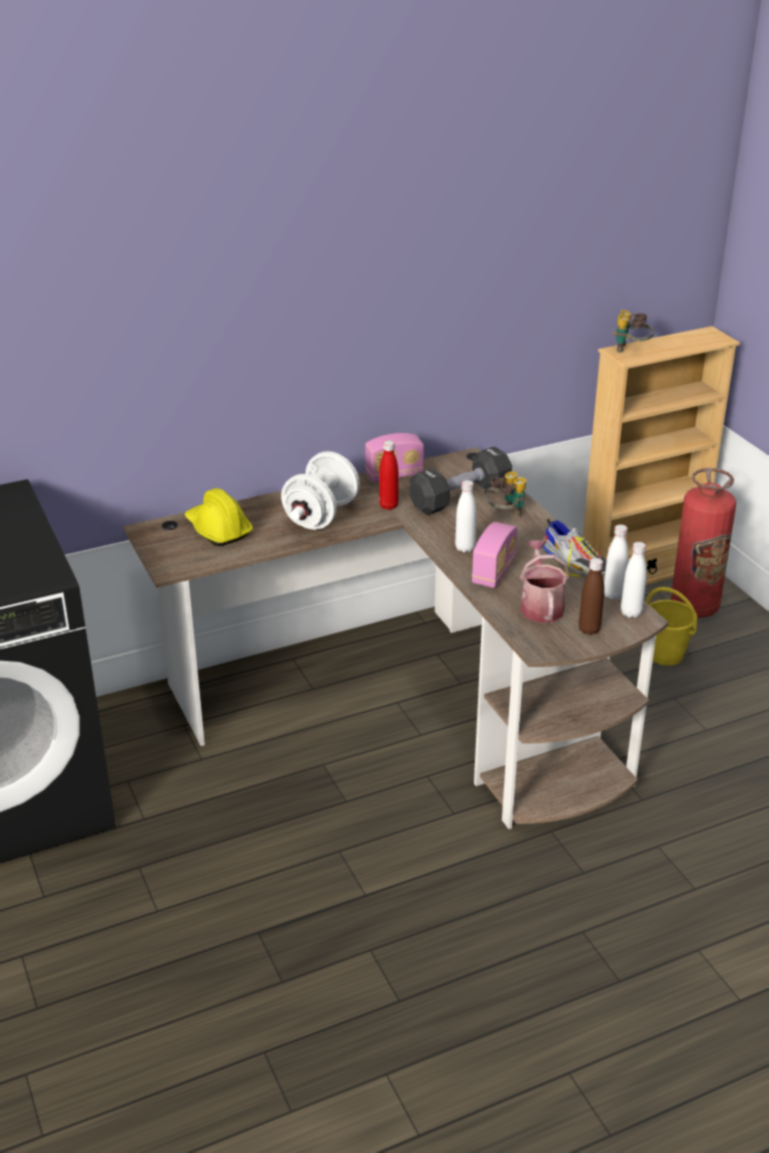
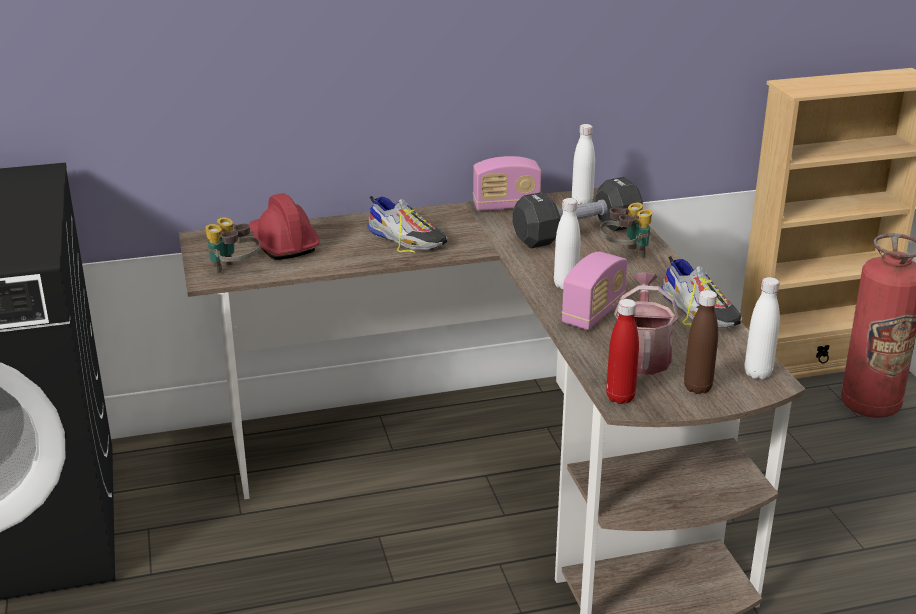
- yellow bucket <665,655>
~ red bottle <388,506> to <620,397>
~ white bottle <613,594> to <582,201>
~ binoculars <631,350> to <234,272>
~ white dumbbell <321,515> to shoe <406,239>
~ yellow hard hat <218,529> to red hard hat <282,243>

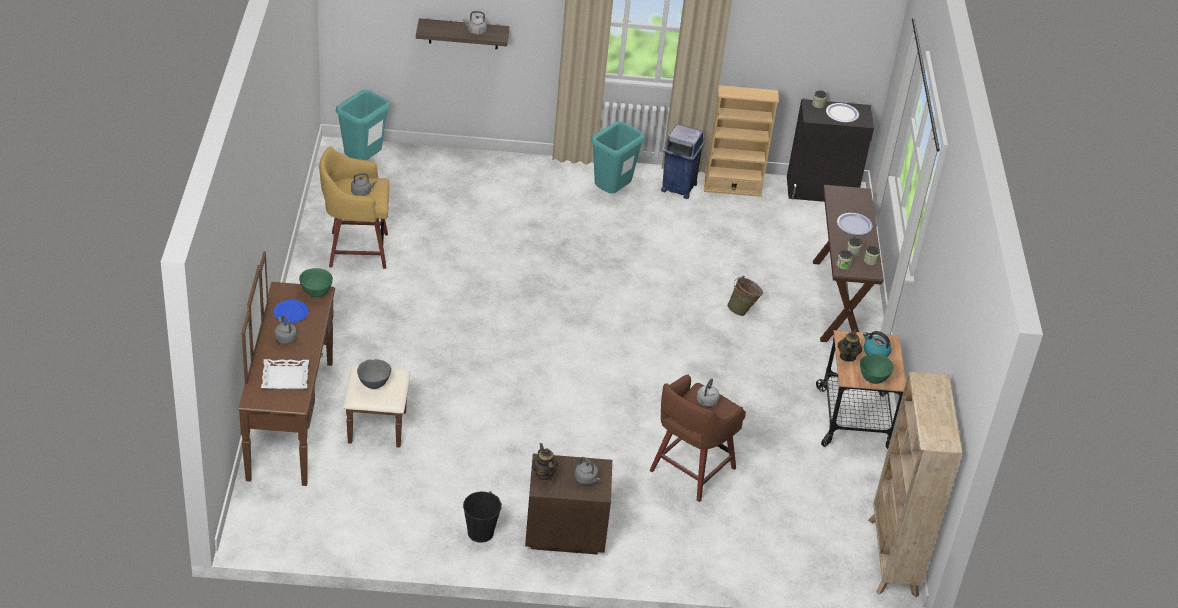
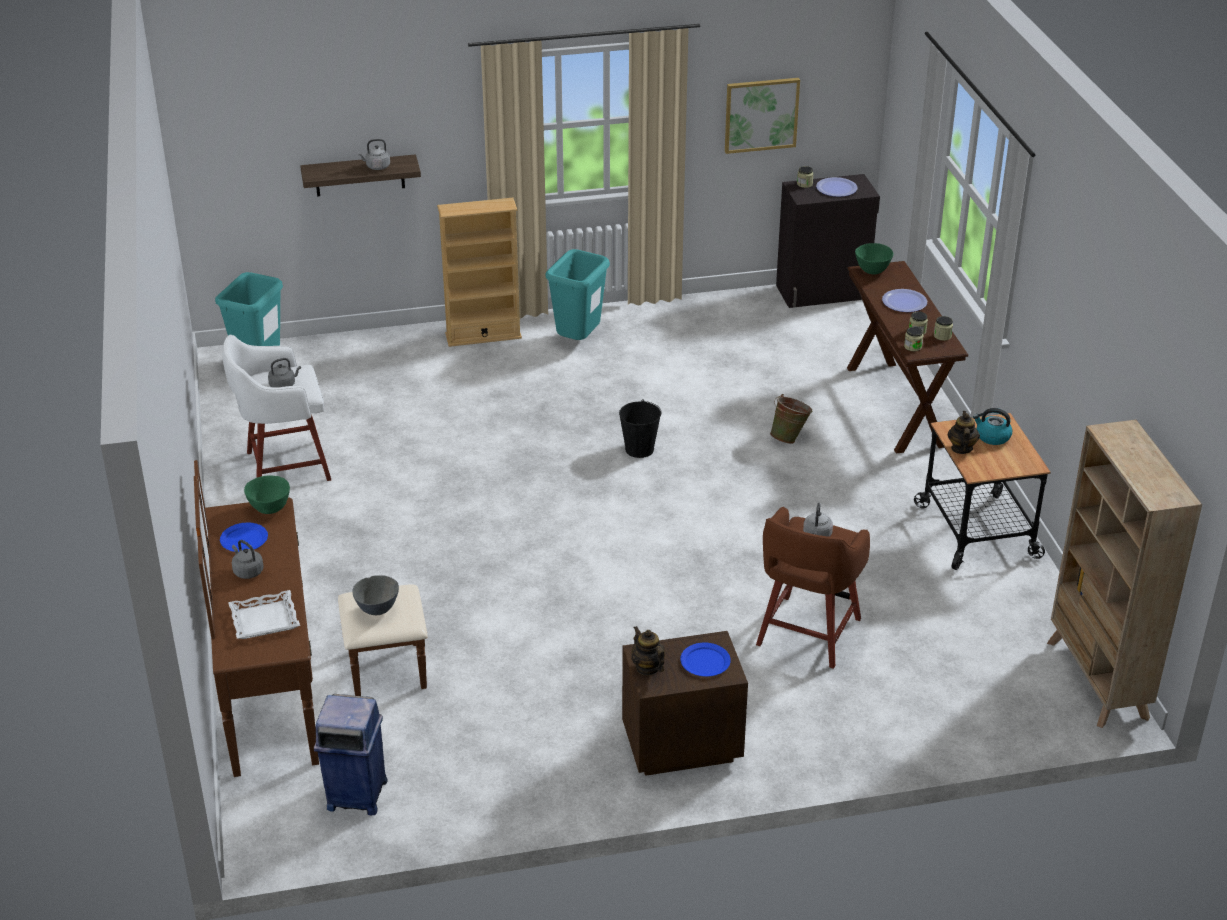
+ picture <761,114>
~ black bucket <480,532> to <639,449>
~ blue trash can <678,187> to <356,794>
~ beige bookcase <732,188> to <483,336>
~ green bowl <873,379> to <872,271>
~ grey kettle <587,479> to blue plate <705,662>
~ yellow stool <356,249> to white stool <284,466>

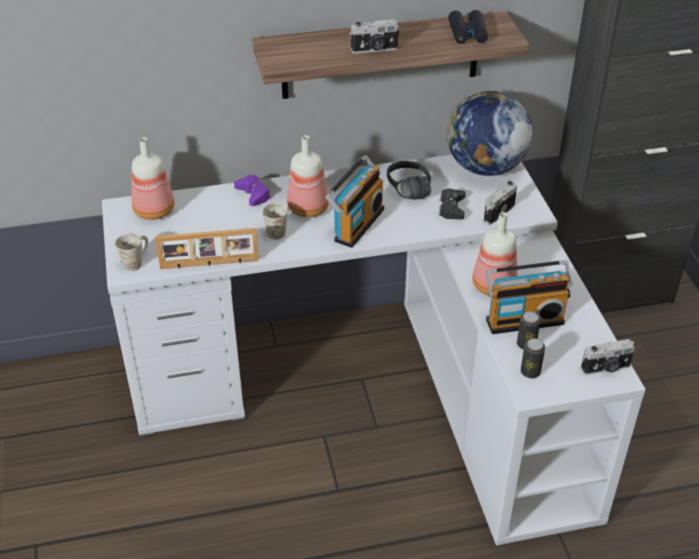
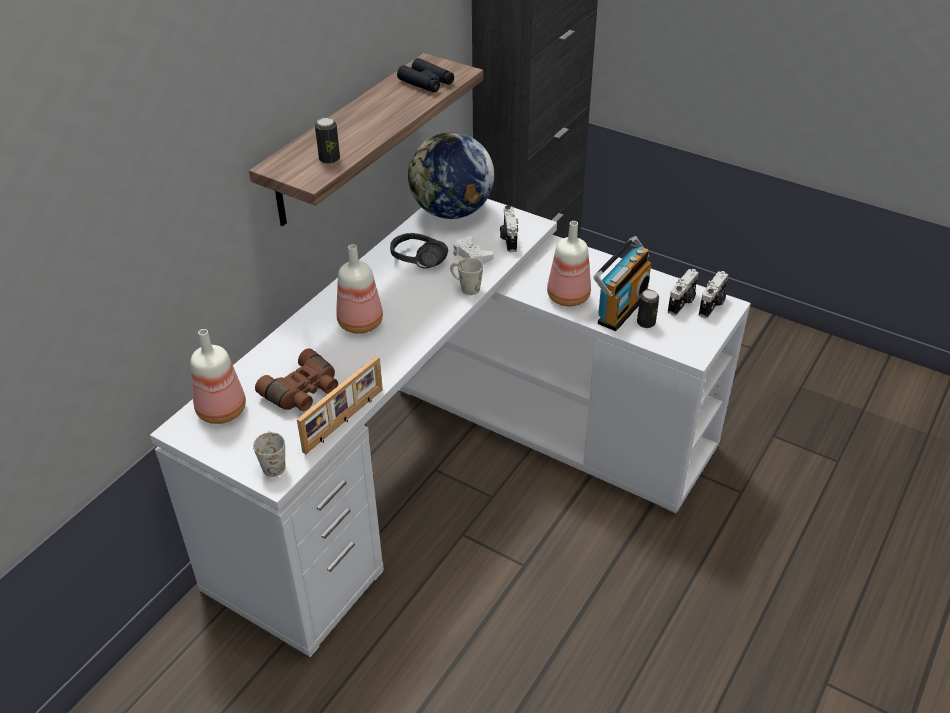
- purple game controller <253,194>
- radio <356,224>
+ brown binoculars <303,392>
~ white mug <275,230> to <465,287>
~ photo camera <374,50> to <682,303>
~ can <530,372> to <329,159>
~ black game controller <451,208> to white game controller <472,255>

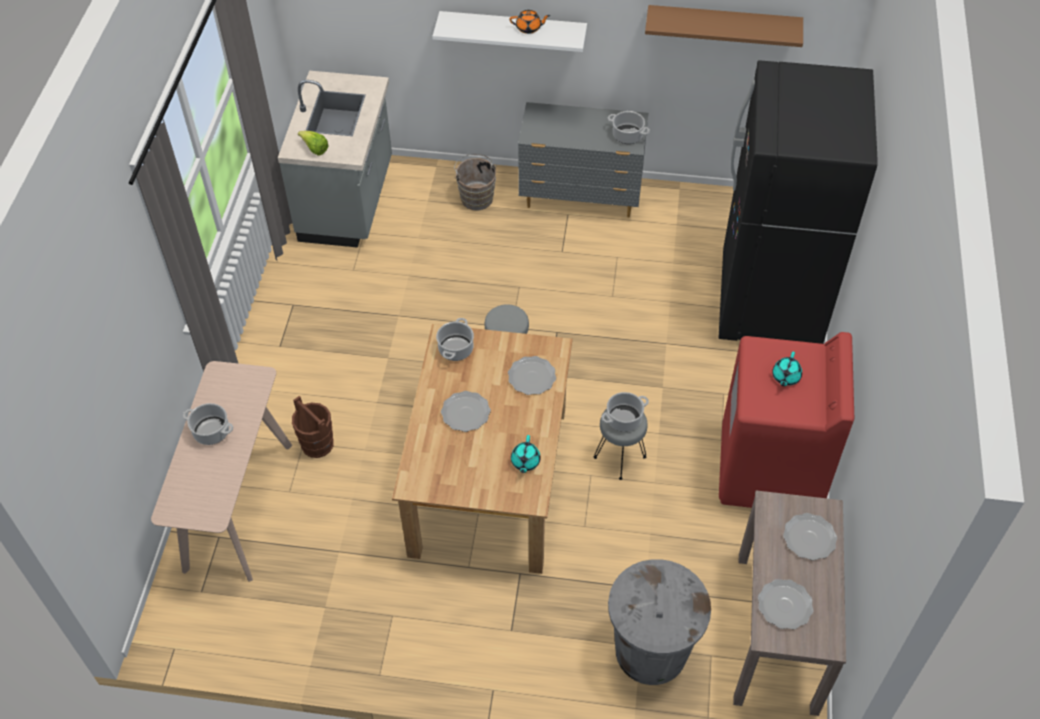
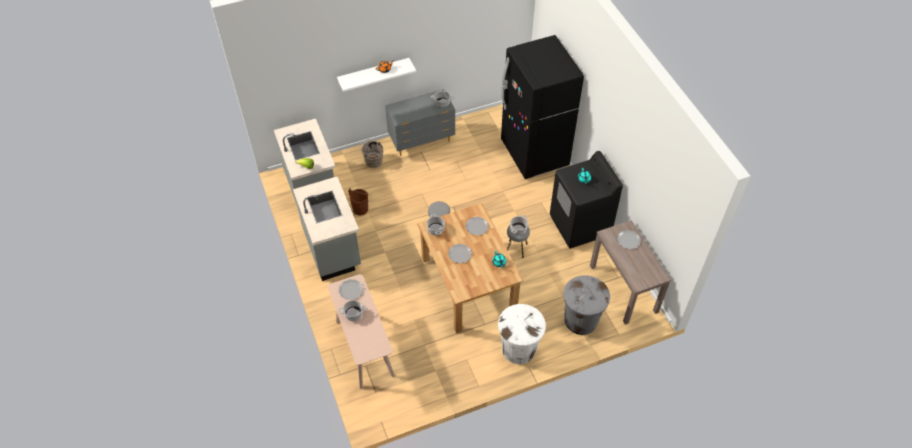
- brown shelf <723,25>
+ grey counter <333,248>
+ white trash can <518,348>
~ brown bucket <317,444> to <360,209>
~ plate <784,605> to <351,290>
~ red washing machine <770,470> to black washing machine <580,225>

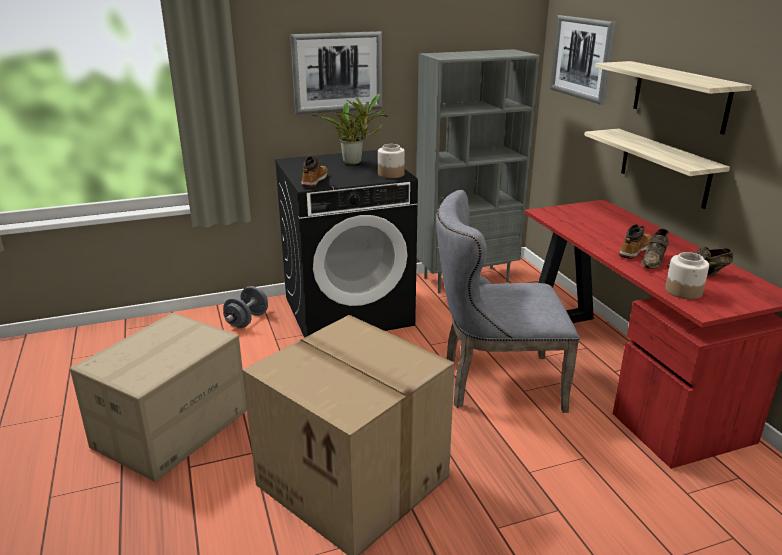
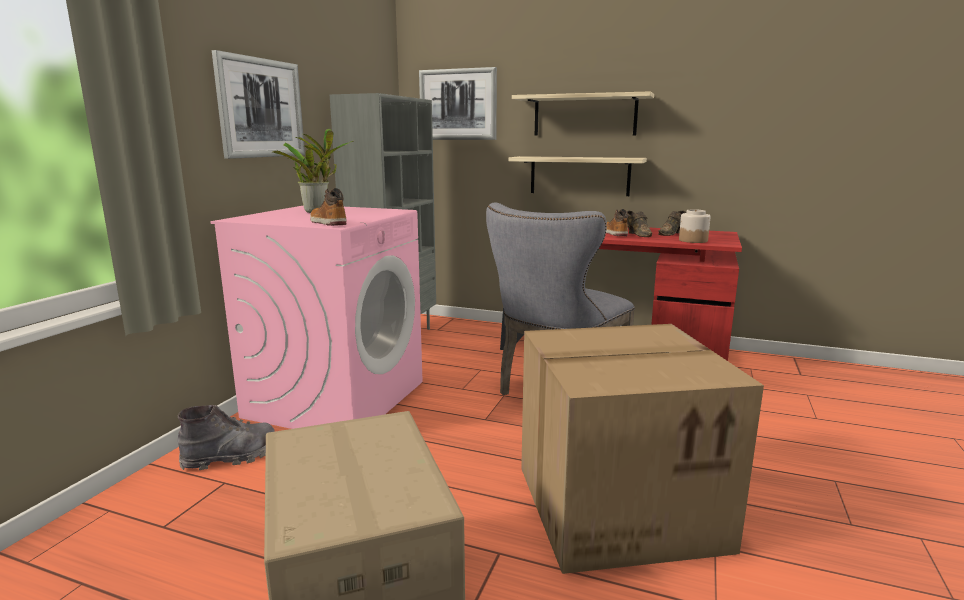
- jar <391,174>
~ grey dumbbell <247,320> to grey boot <231,457>
~ black washing machine <348,310> to pink washing machine <336,398>

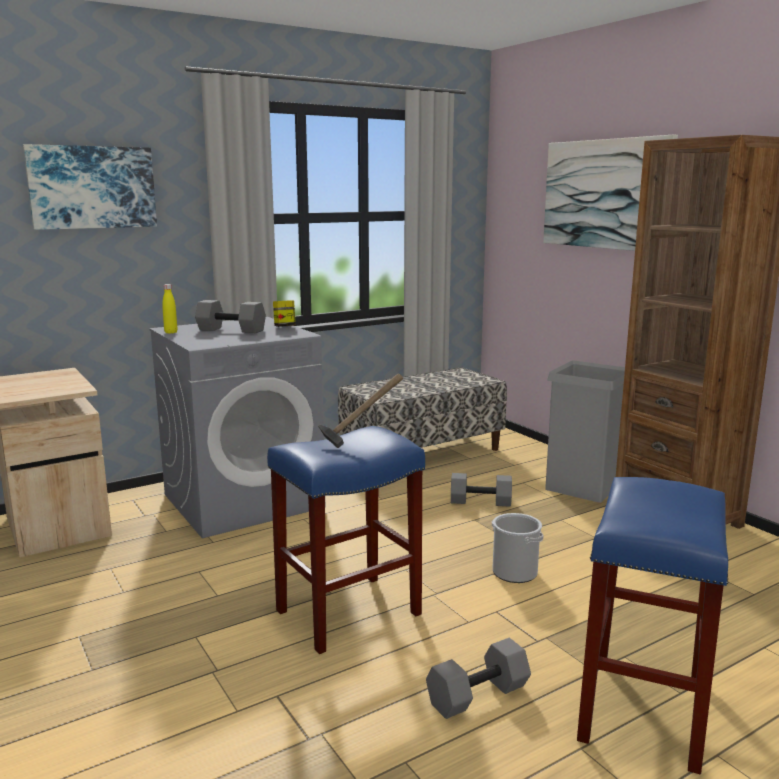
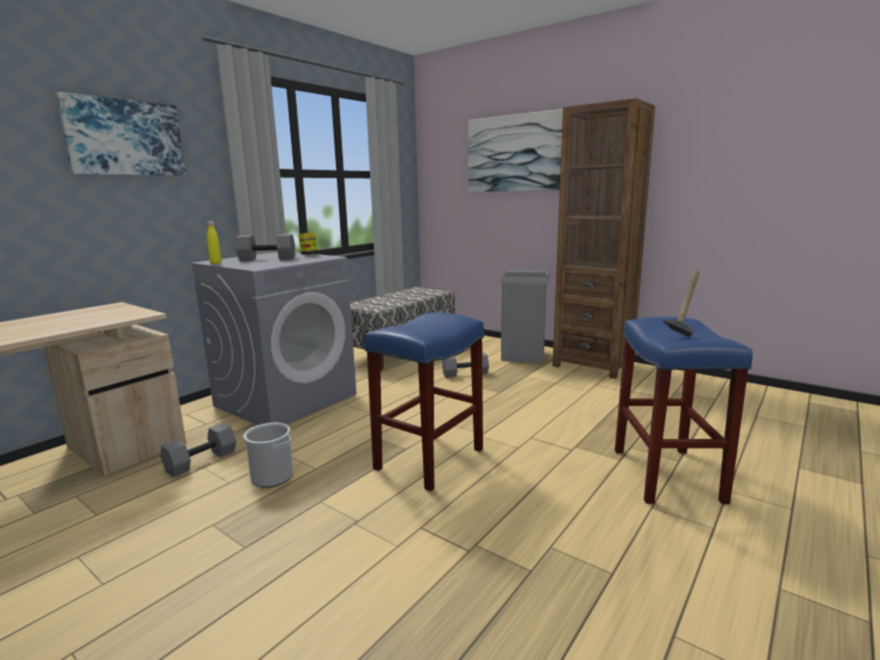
~ hammer <360,438> to <682,328>
~ grey dumbbell <477,694> to <201,460>
~ bucket <515,572> to <272,477>

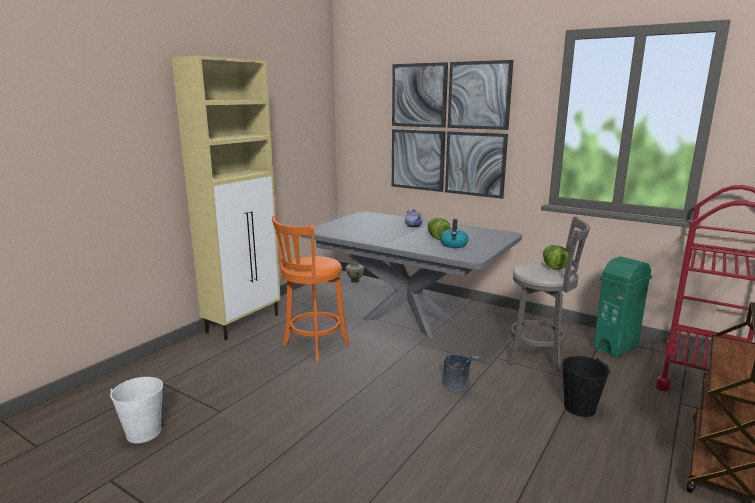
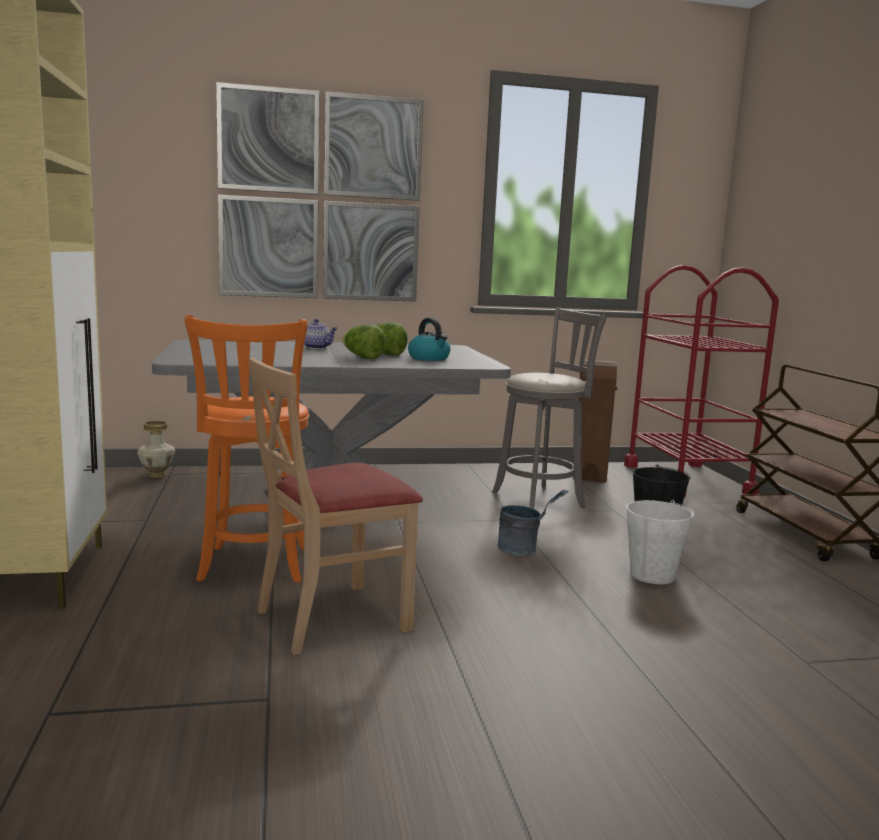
+ beige chair <332,618>
~ white bucket <143,432> to <652,575>
~ lettuce <553,266> to <362,357>
~ green trash can <616,347> to brown trash can <589,474>

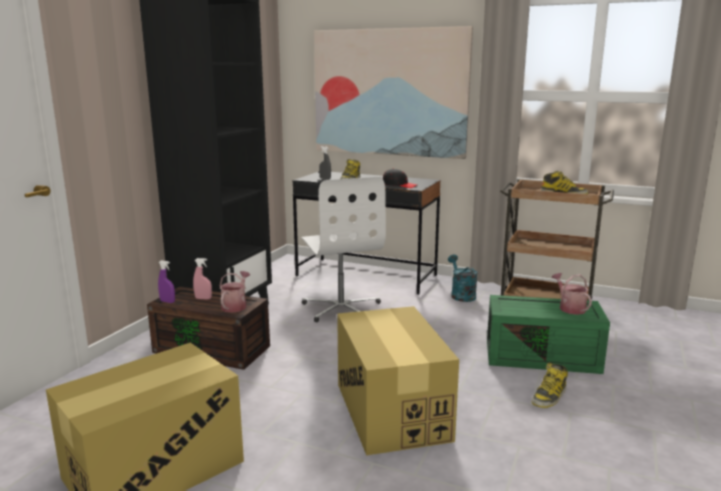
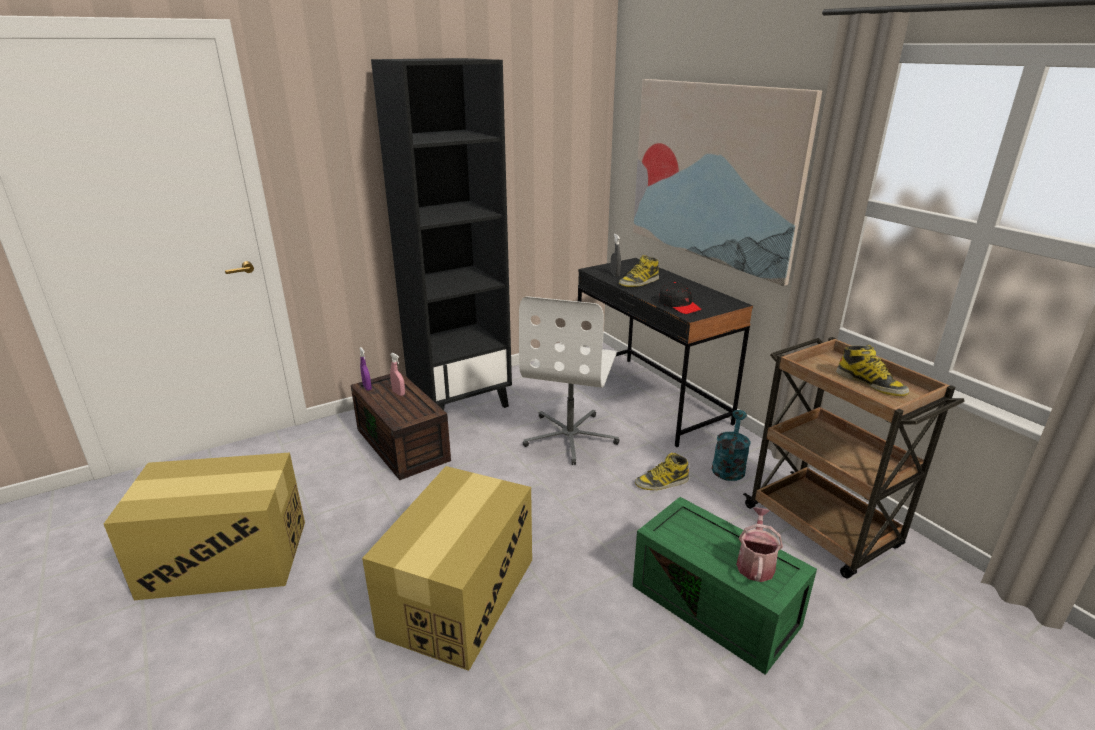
- watering can <235,306>
~ boot <549,396> to <662,482>

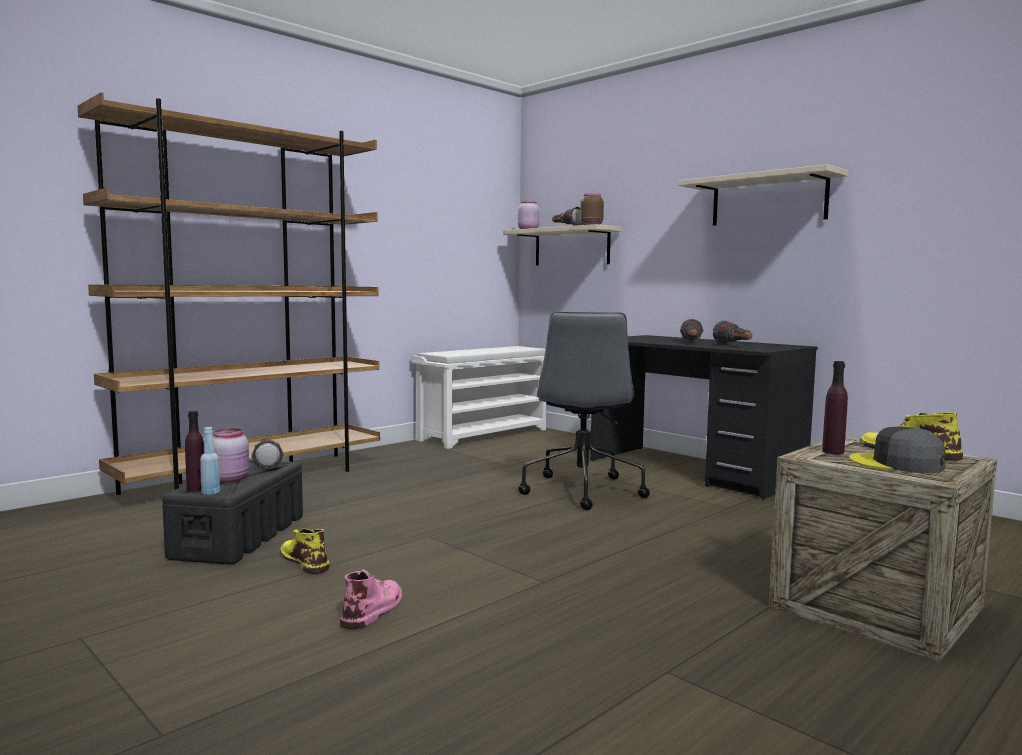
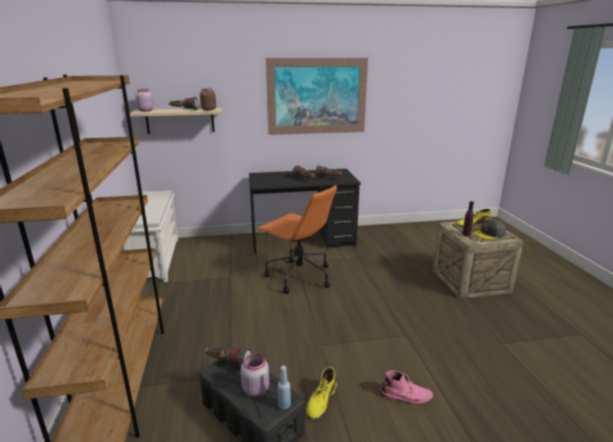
- purple bottle <196,489>
~ beige shelf <768,200> to picture <317,96>
~ grey office chair <581,490> to orange office chair <298,276>
~ yellow boot <304,560> = <321,401> 60 degrees counterclockwise
~ pink boot <374,609> = <406,395> 135 degrees clockwise

